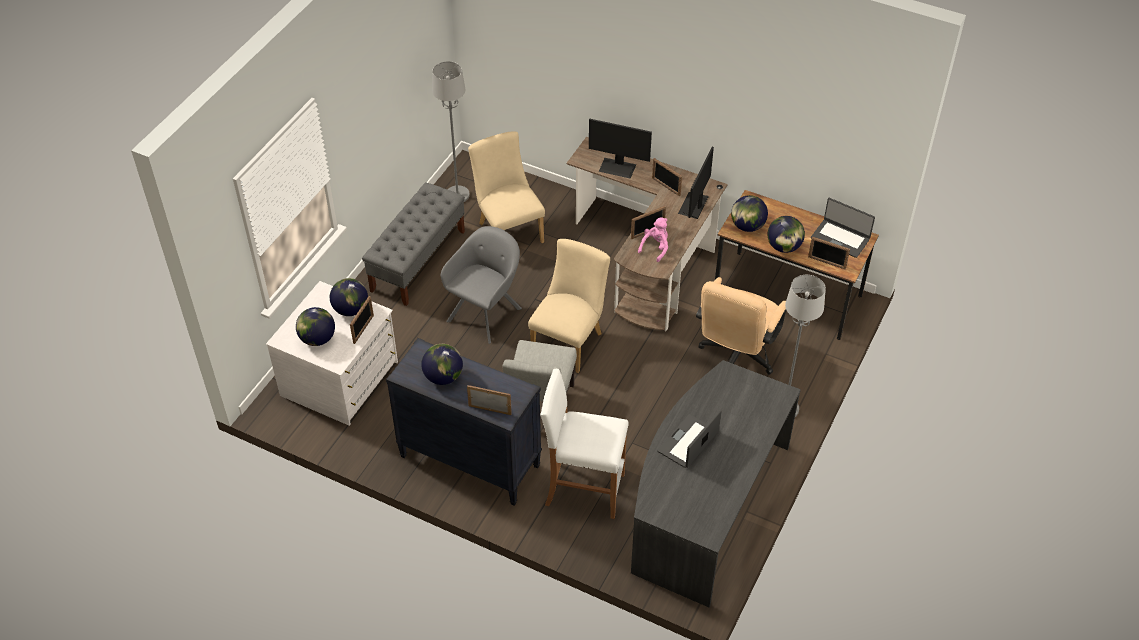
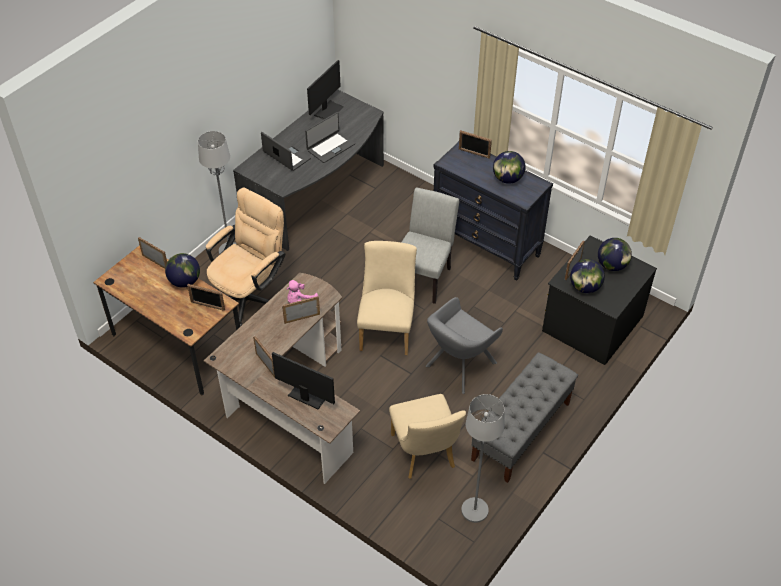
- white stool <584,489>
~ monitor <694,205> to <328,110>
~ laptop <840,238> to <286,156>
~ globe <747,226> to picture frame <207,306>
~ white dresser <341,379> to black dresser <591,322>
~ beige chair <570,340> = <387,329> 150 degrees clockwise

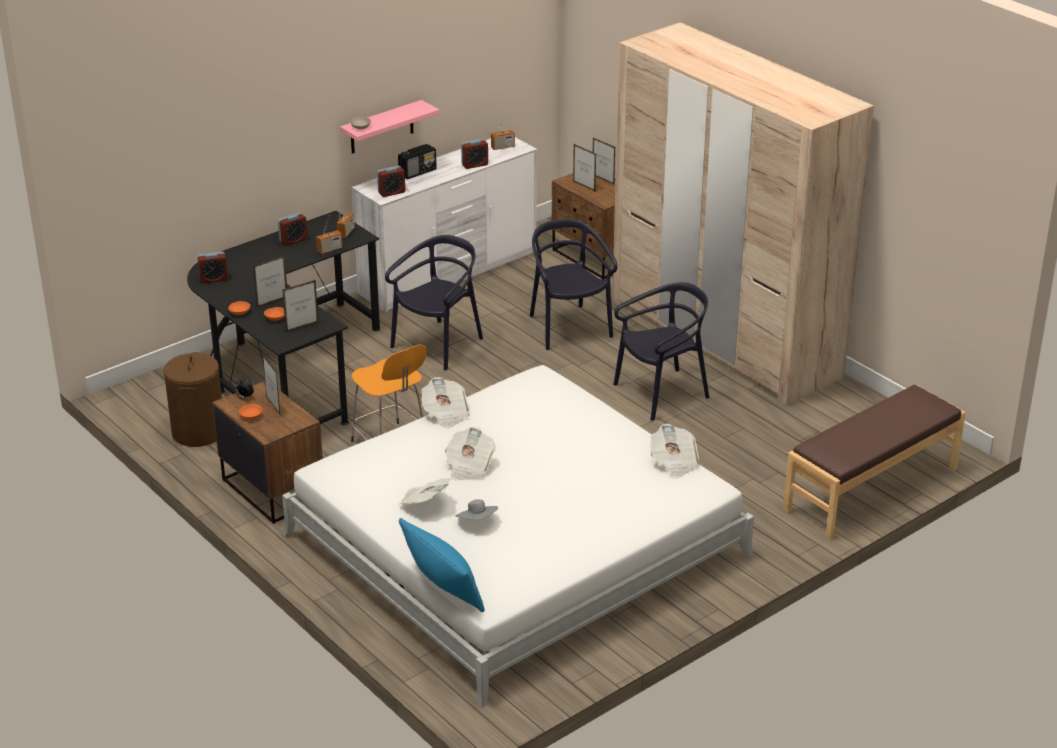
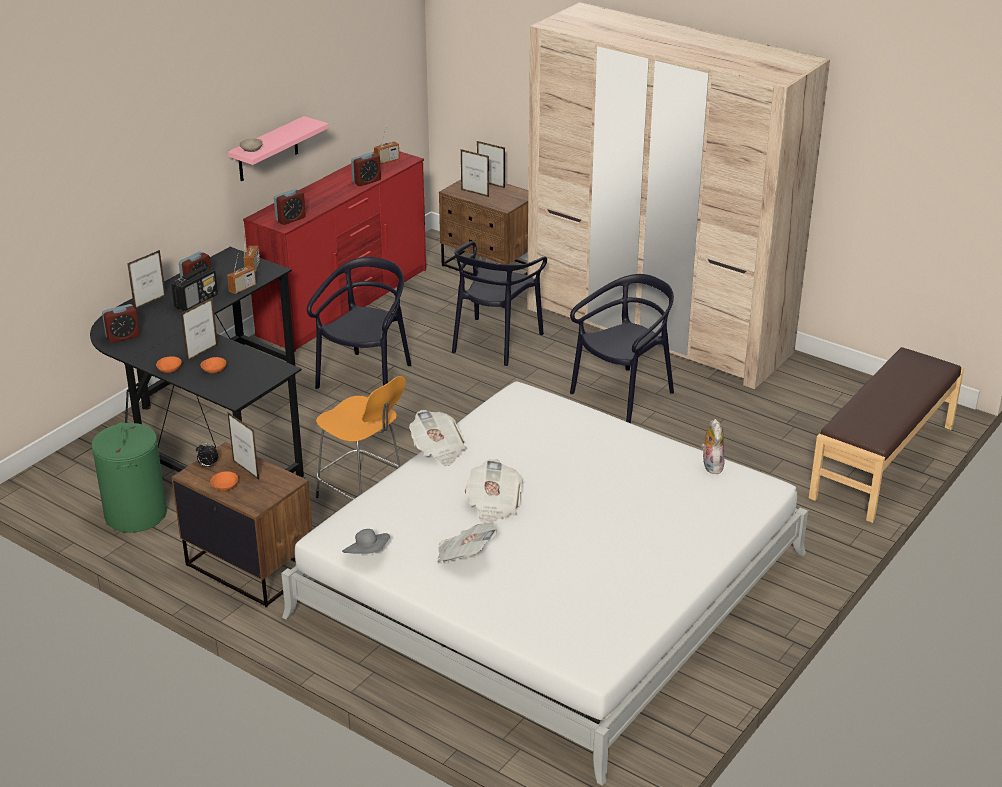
- blue pillow <443,586>
~ picture frame <302,327> to <150,302>
~ radio <418,172> to <196,301>
~ grey hat <477,521> to <367,554>
~ newspaper <674,463> to plush toy <711,465>
~ brown laundry basket <198,432> to green laundry basket <135,514>
~ white dresser <449,273> to red dresser <345,302>
~ black chair <568,328> = <495,341> 120 degrees counterclockwise

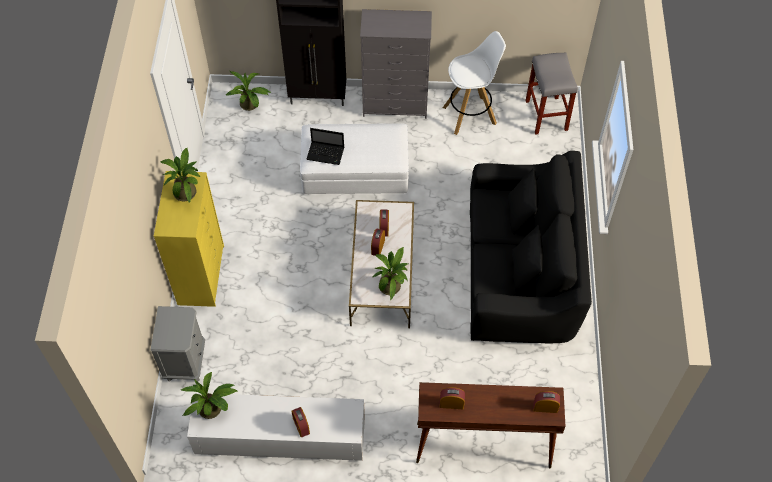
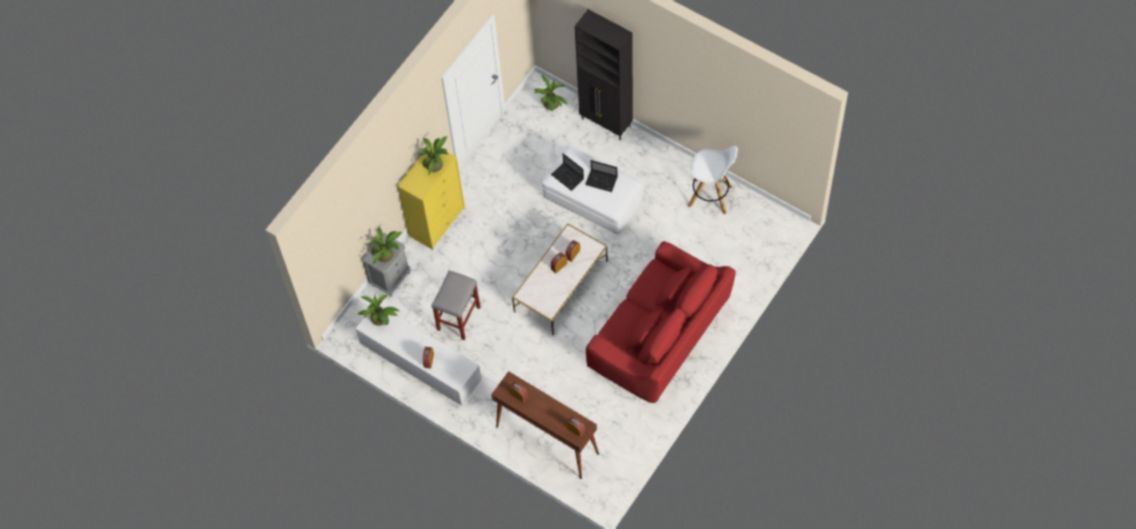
- grey dresser <396,104>
+ laptop <602,181>
~ potted plant <391,285> to <387,255>
~ grey stool <547,116> to <458,319>
~ black sofa <520,270> to red sofa <659,335>

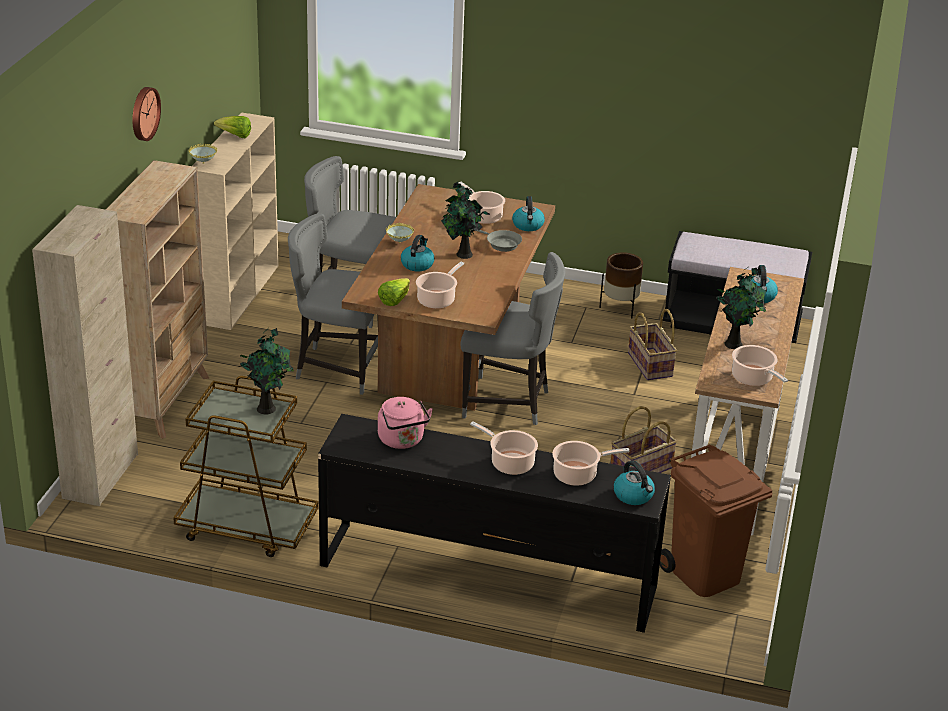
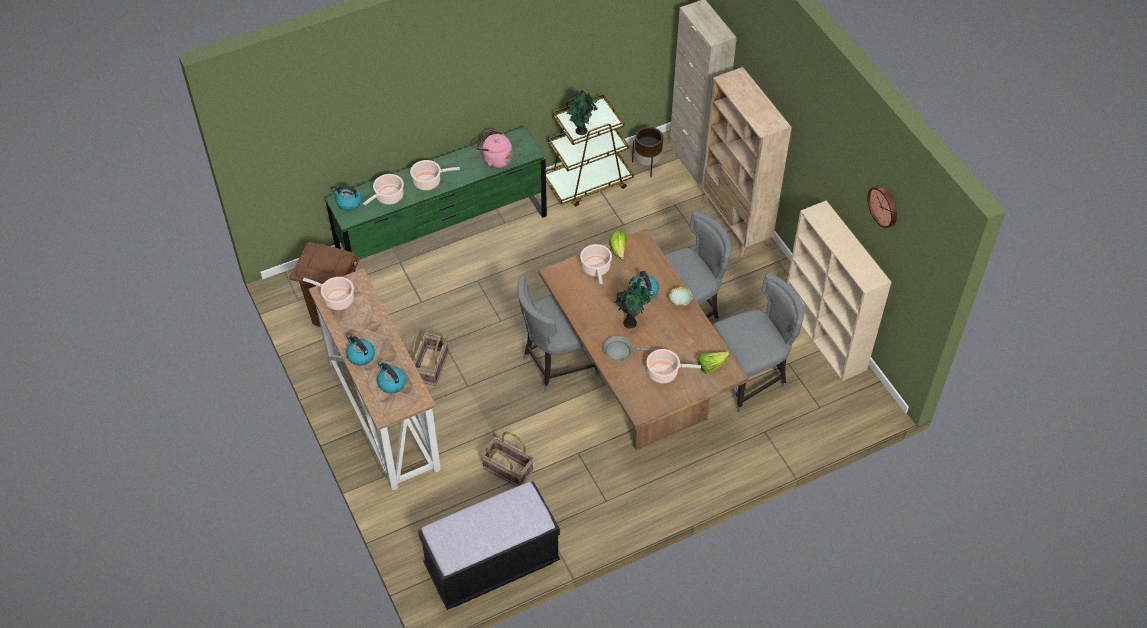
- bowl <203,163>
- potted plant <735,343>
~ wall clock <143,113> to <884,206>
~ lettuce <235,136> to <711,366>
~ kettle <528,225> to <360,356>
~ brown planter <620,308> to <647,166>
~ black dresser <488,576> to green dresser <443,236>

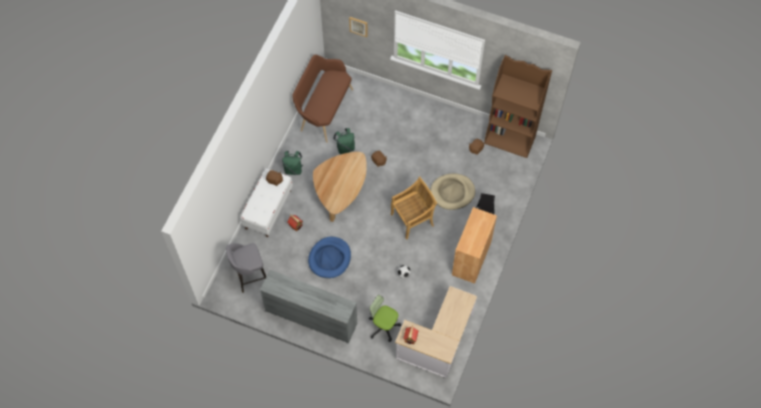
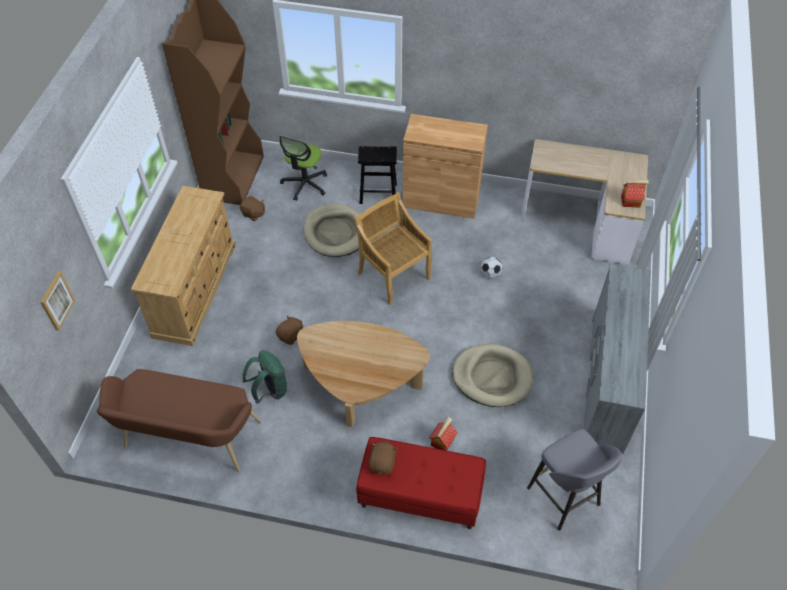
- green backpack <293,169>
+ beige dresser <195,289>
~ office chair <383,326> to <305,184>
~ white bench <268,209> to red bench <420,496>
~ blue dog bed <329,258> to beige dog bed <492,377>

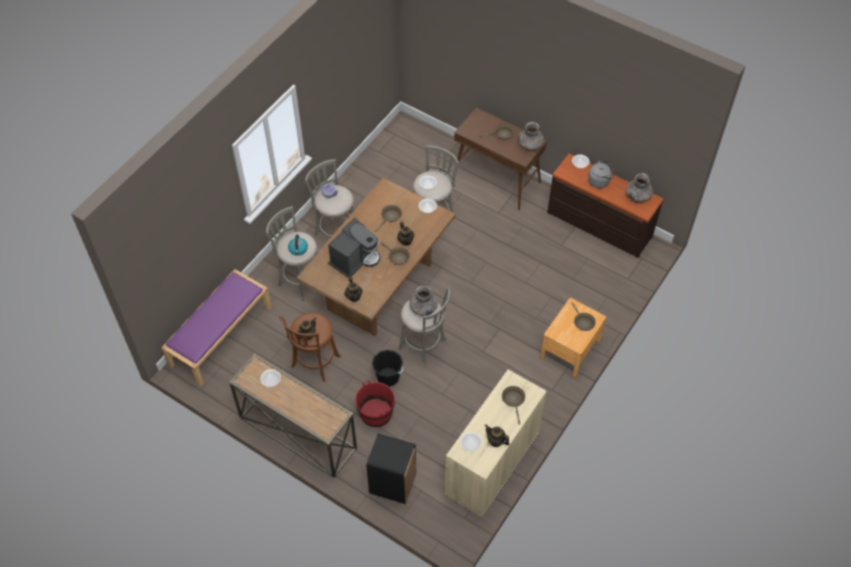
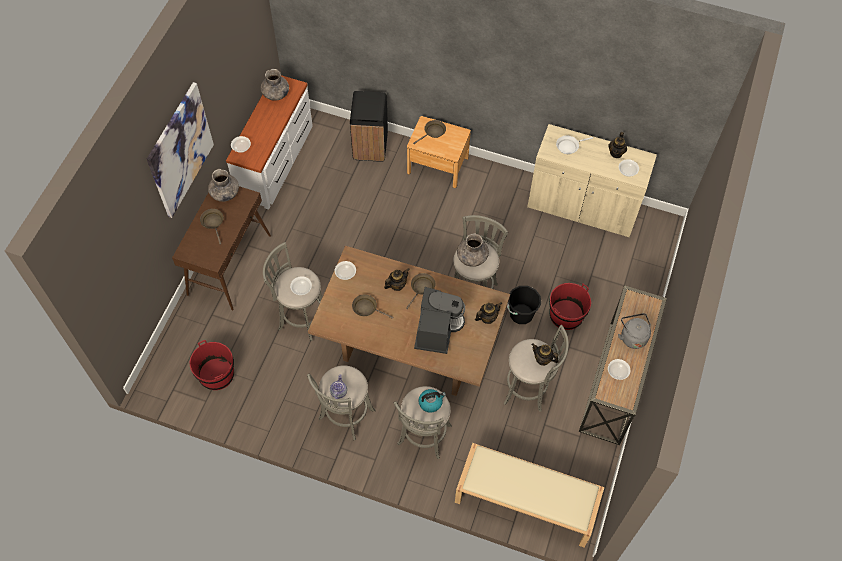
+ picture <180,150>
+ red bucket <216,374>
~ black trash can <392,483> to <370,147>
~ grey kettle <600,181> to <632,336>
~ purple bench <220,335> to beige bench <525,501>
~ brown stool <314,363> to grey stool <529,389>
~ brown frying pan <513,400> to white frying pan <569,146>
~ brown dresser <598,225> to white dresser <276,161>
~ coffee machine <355,259> = <437,330> 75 degrees clockwise

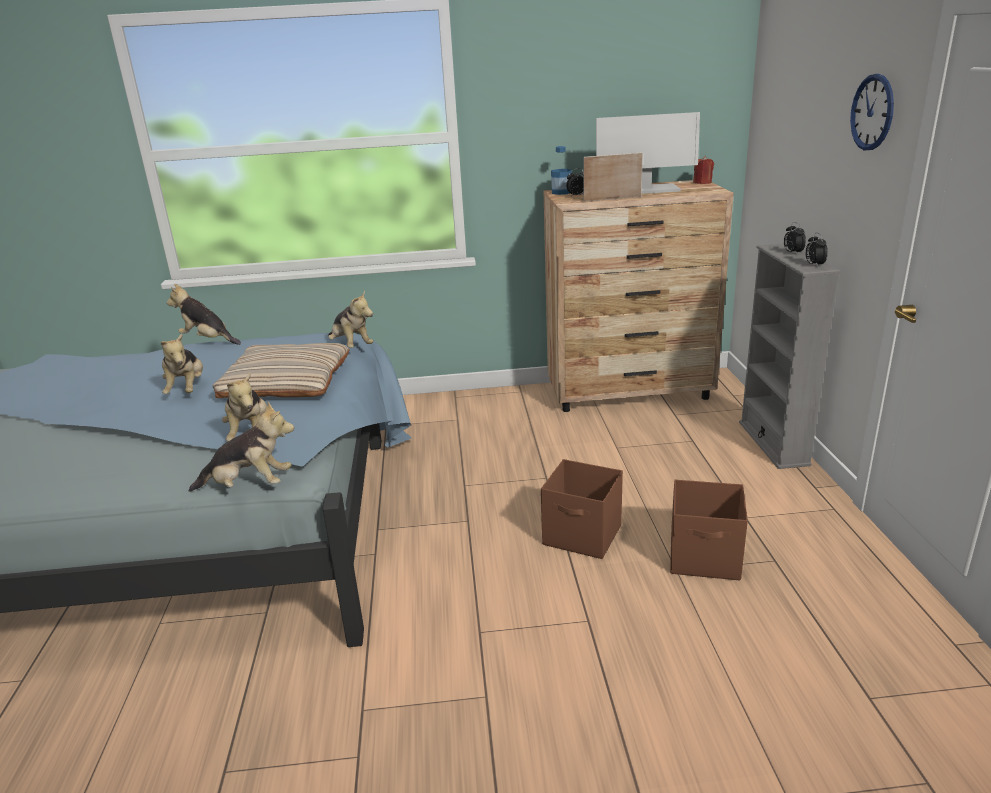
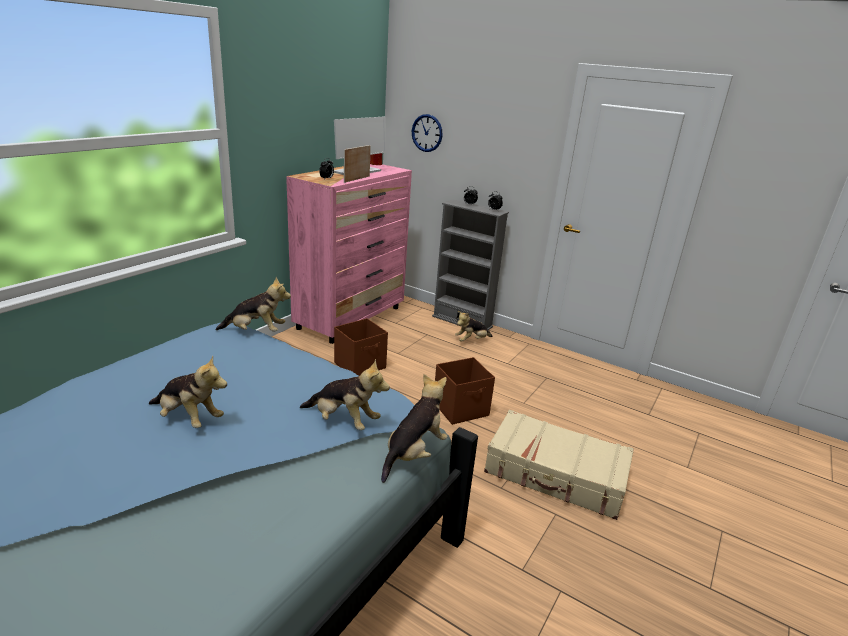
- beige pillow <286,380>
- bottle <561,192>
+ beige suitcase <555,475>
~ plush toy <208,340> to <471,340>
~ brown storage box <705,558> to <360,365>
~ wall clock <872,112> to <427,133>
~ brown dresser <630,392> to pink dresser <351,318>

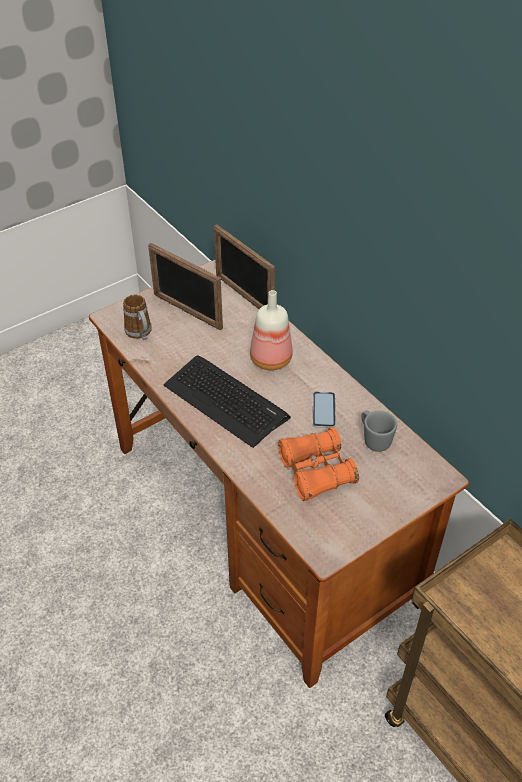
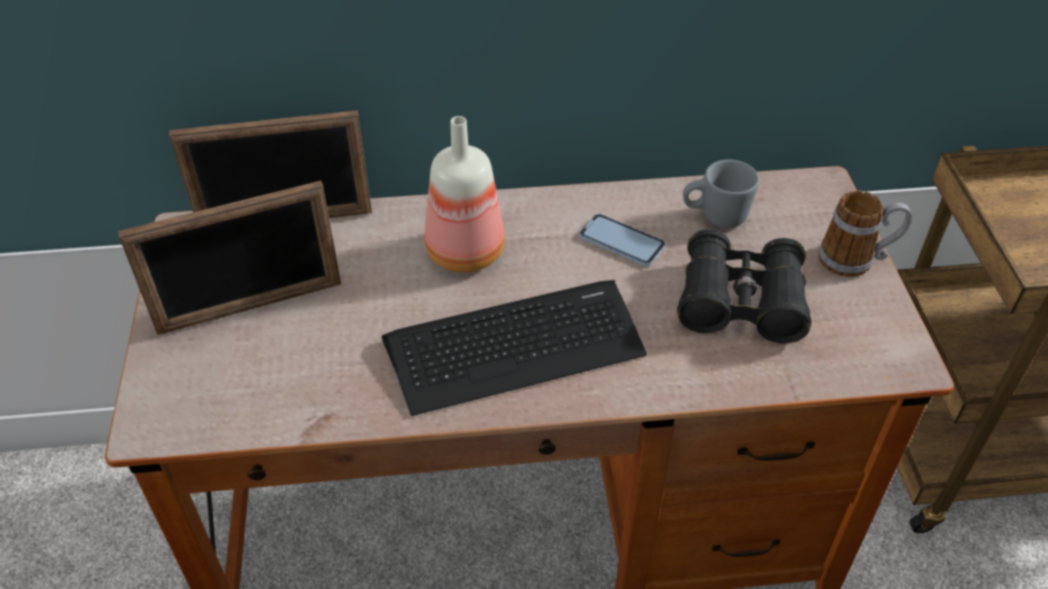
~ mug <140,334> to <856,260>
~ orange binoculars <316,471> to black binoculars <740,303>

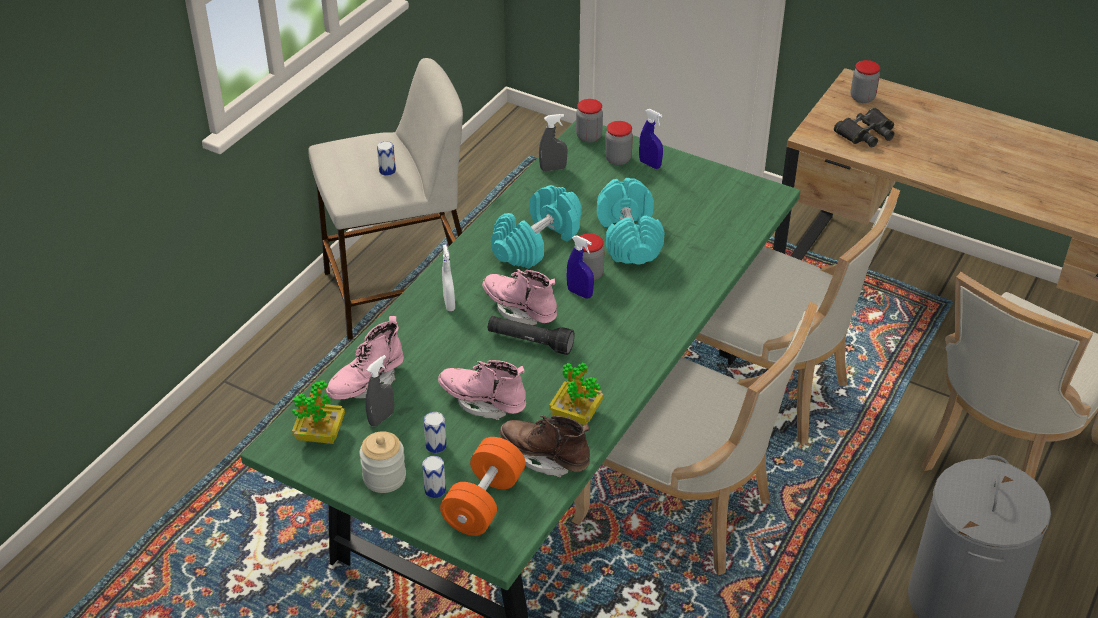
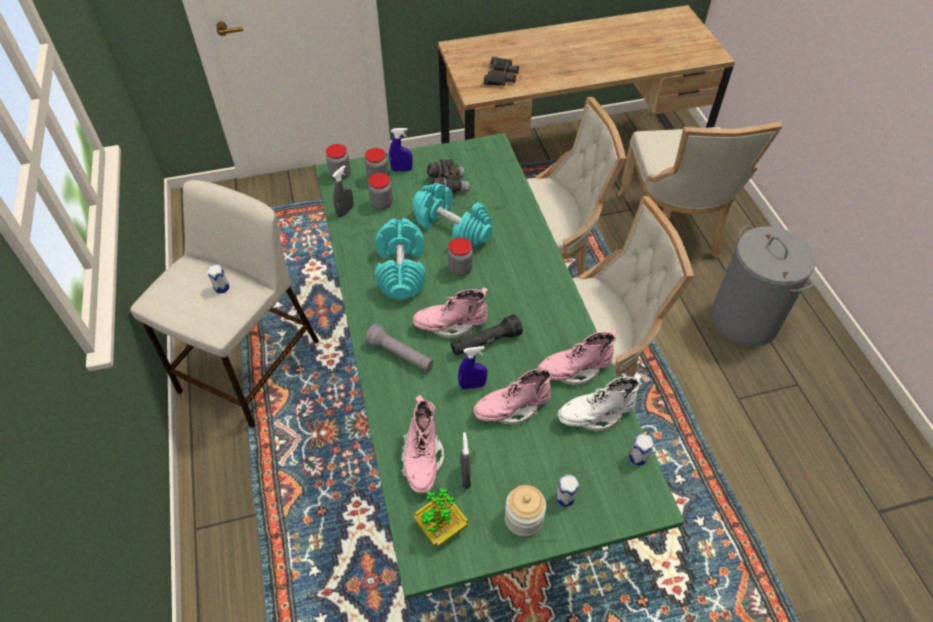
- orange dumbbell <484,502>
+ grey binoculars <447,185>
~ can <436,445> to <637,457>
~ blue spray bottle <579,293> to <472,385>
~ jar <862,98> to <382,204>
~ white spray bottle <449,303> to grey flashlight <400,355>
~ potted plant <576,414> to pink boot <574,370>
~ brown boot <545,457> to white boot <595,414>

